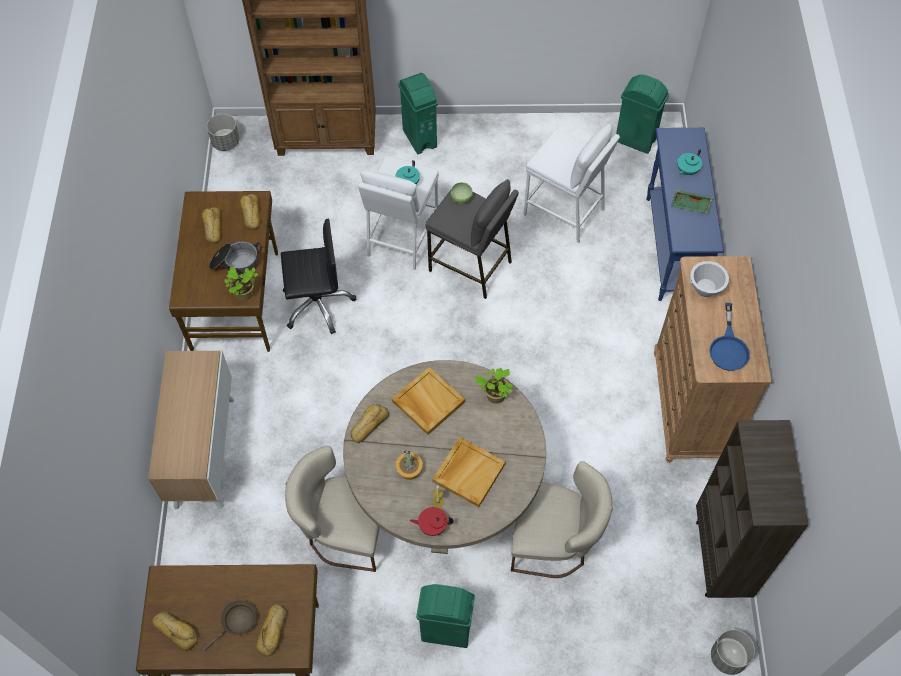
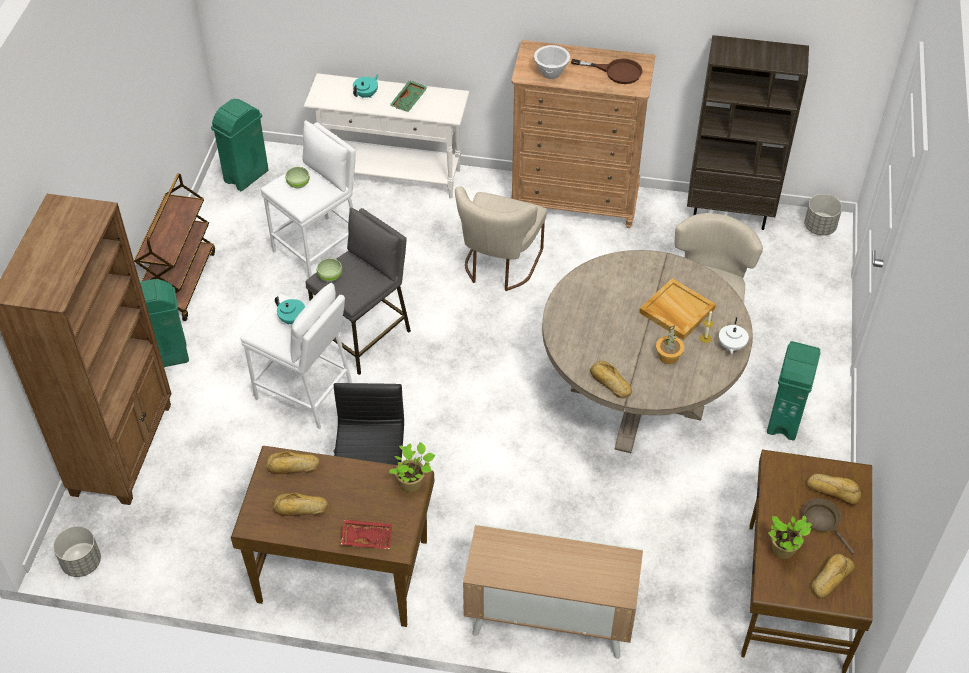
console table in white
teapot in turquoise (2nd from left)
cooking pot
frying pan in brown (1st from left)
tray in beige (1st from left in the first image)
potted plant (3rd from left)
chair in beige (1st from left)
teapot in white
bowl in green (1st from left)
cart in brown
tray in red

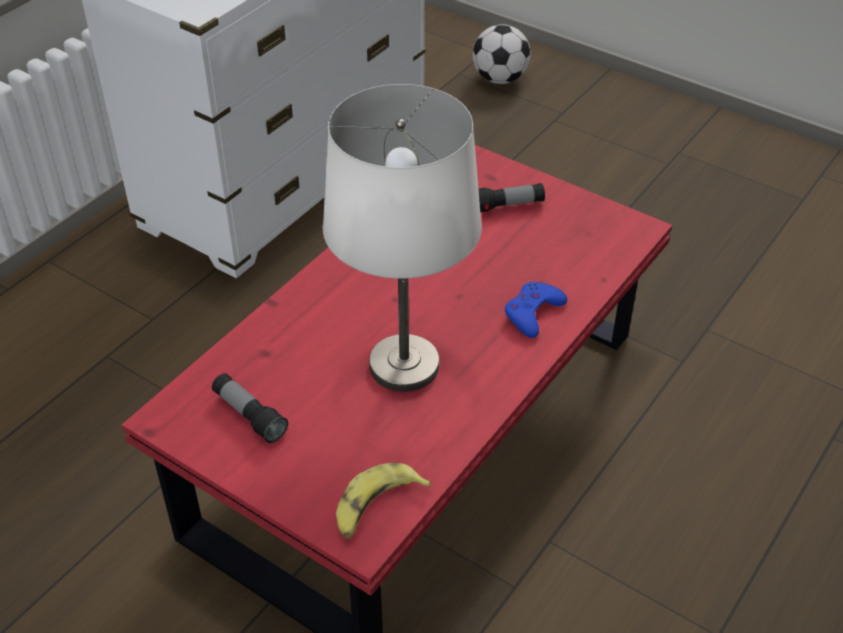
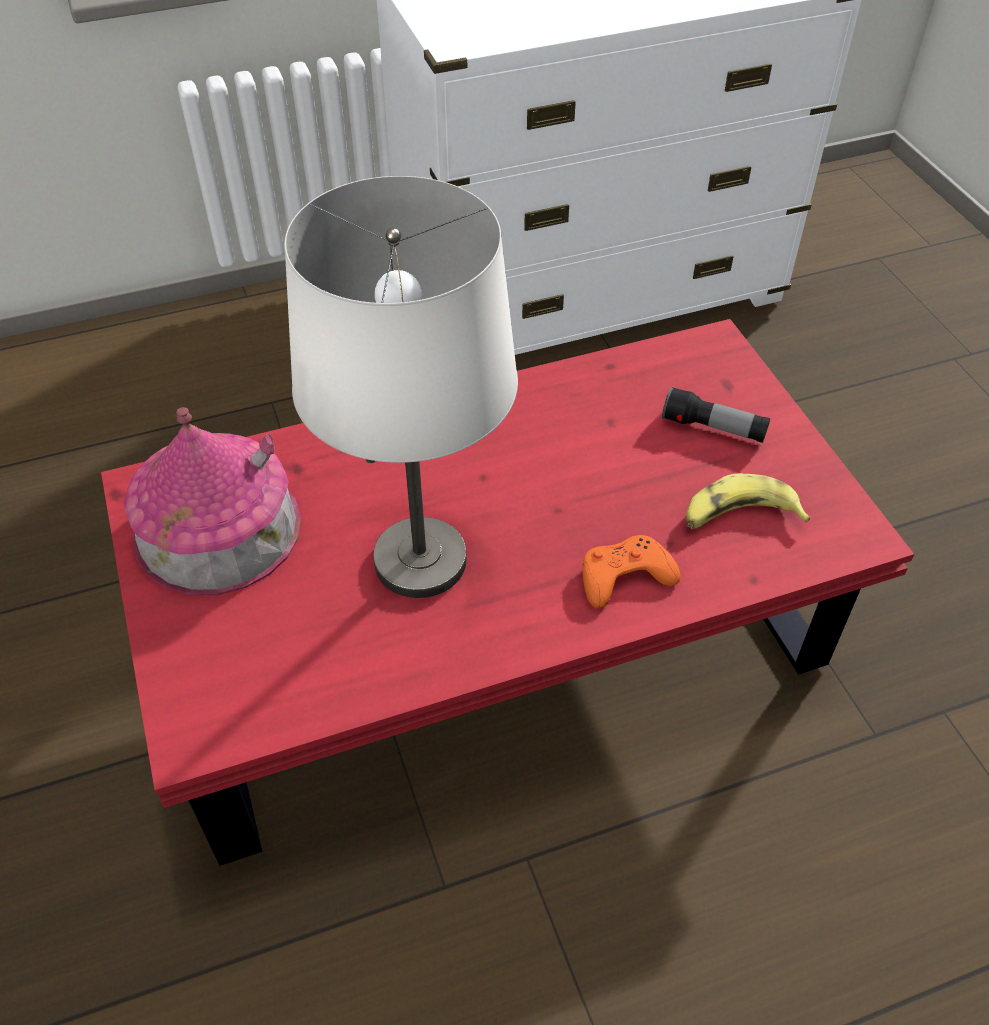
football
game controller in orange
toy house
banana

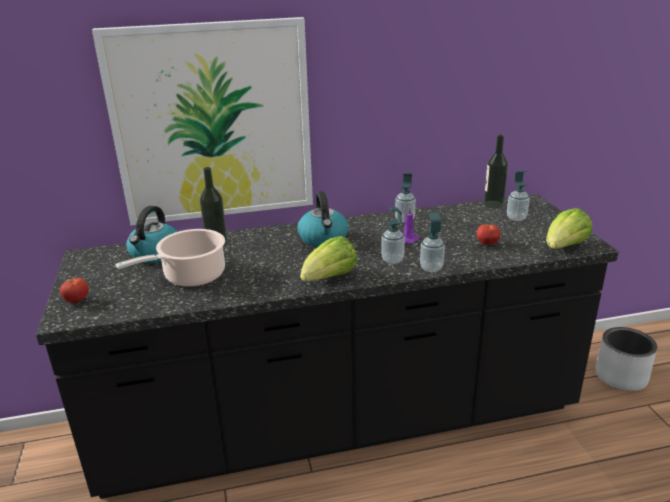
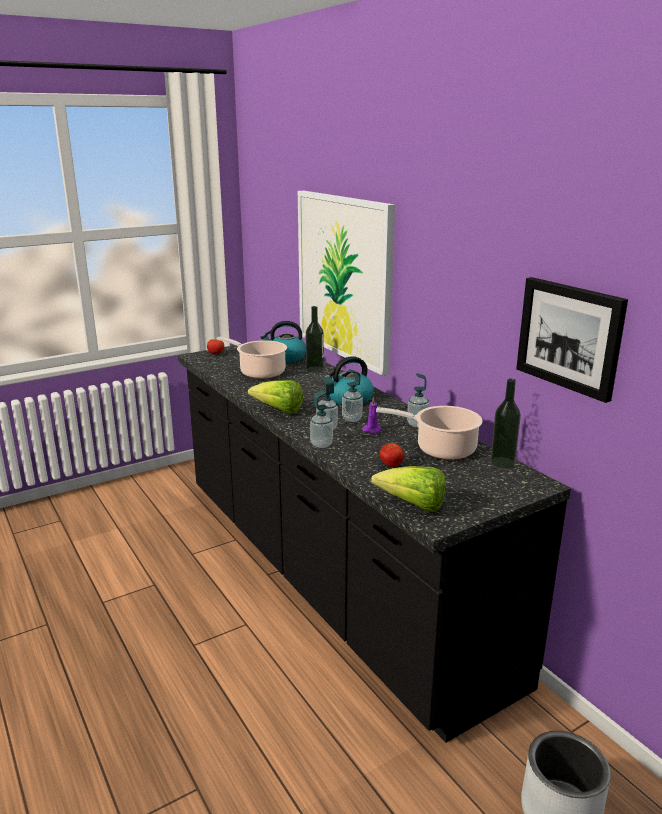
soap dispenser (3rd from left)
picture (2nd from left)
cooking pot (2nd from left)

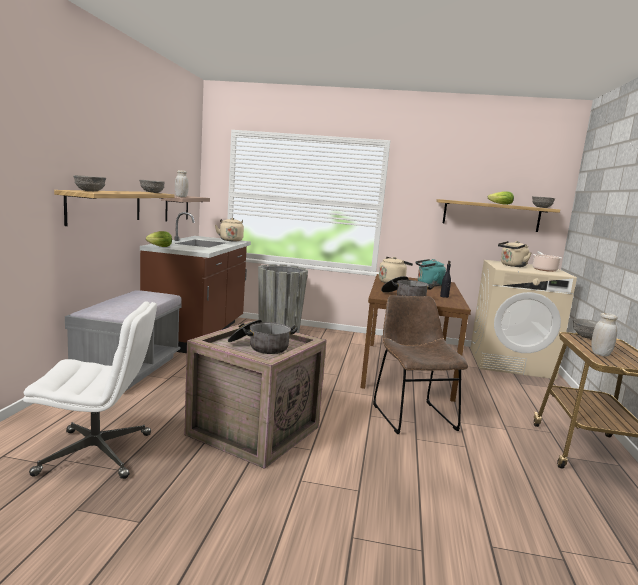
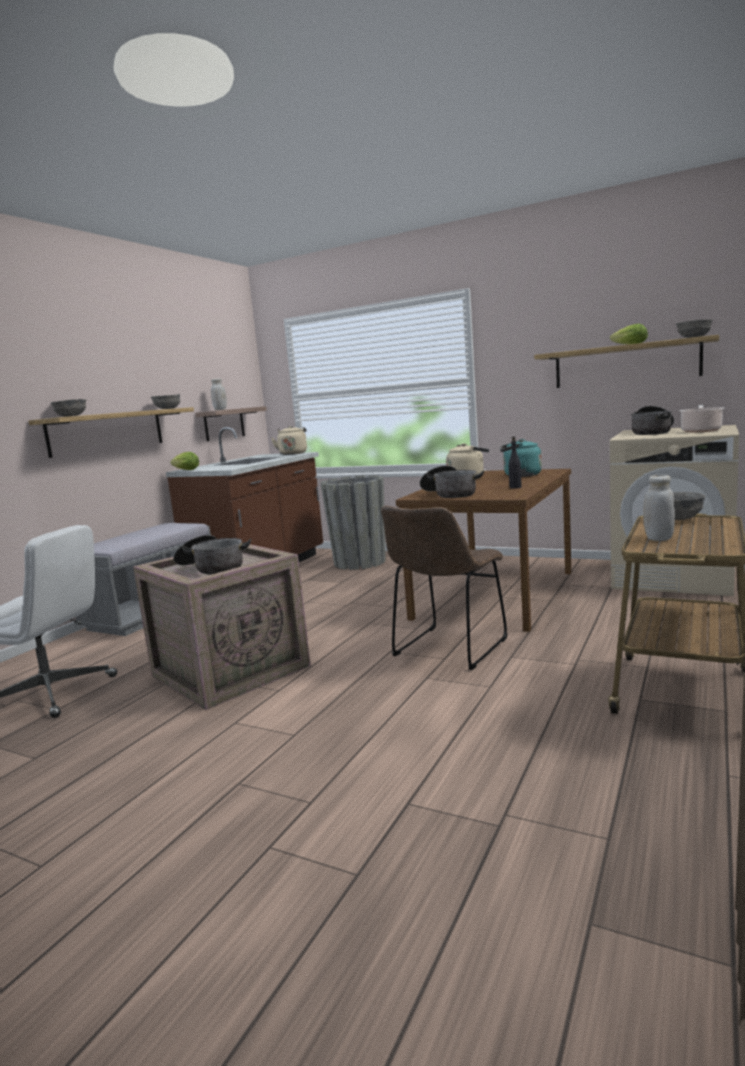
cooking pot (3rd from left)
chair in brown

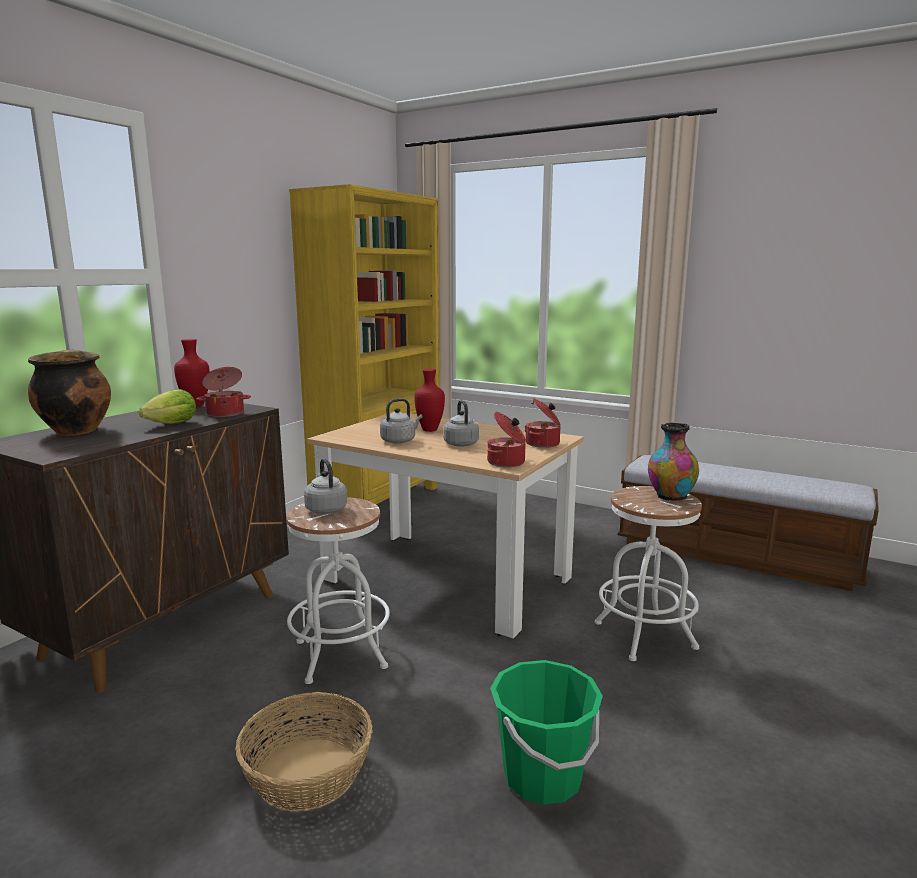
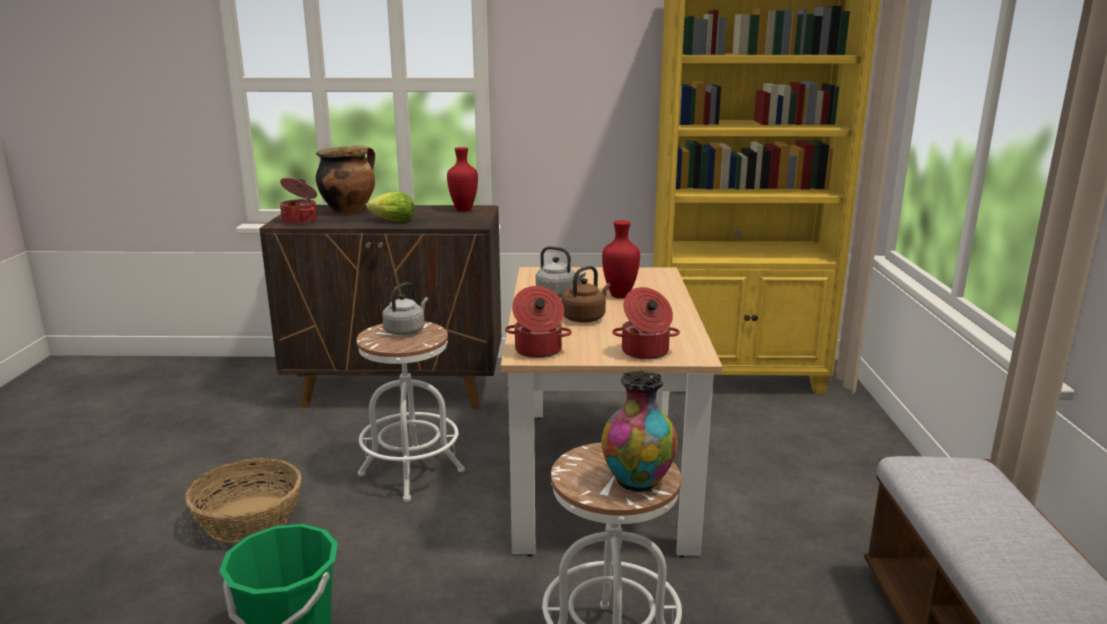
cooking pot (1st from left)
kettle in brown

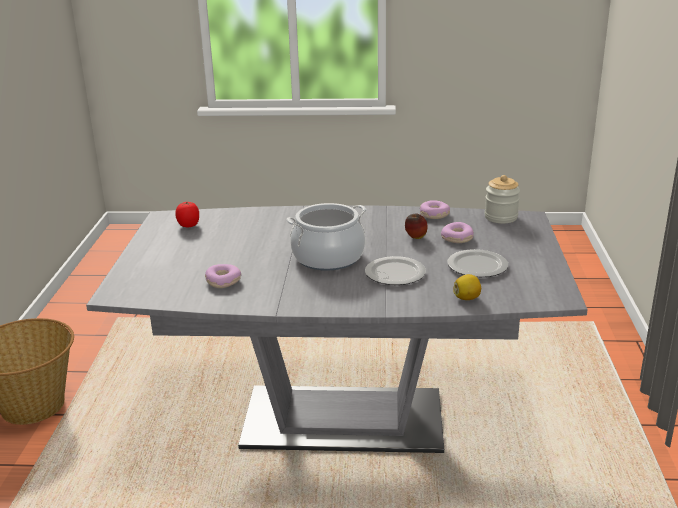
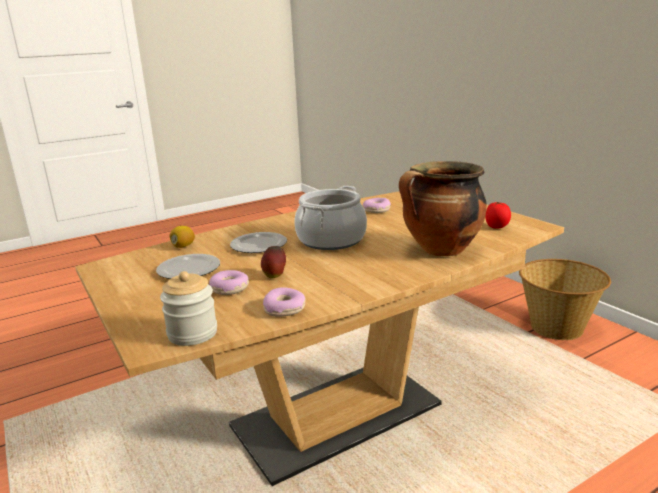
dining table in brown
cooking pot (2nd from left)

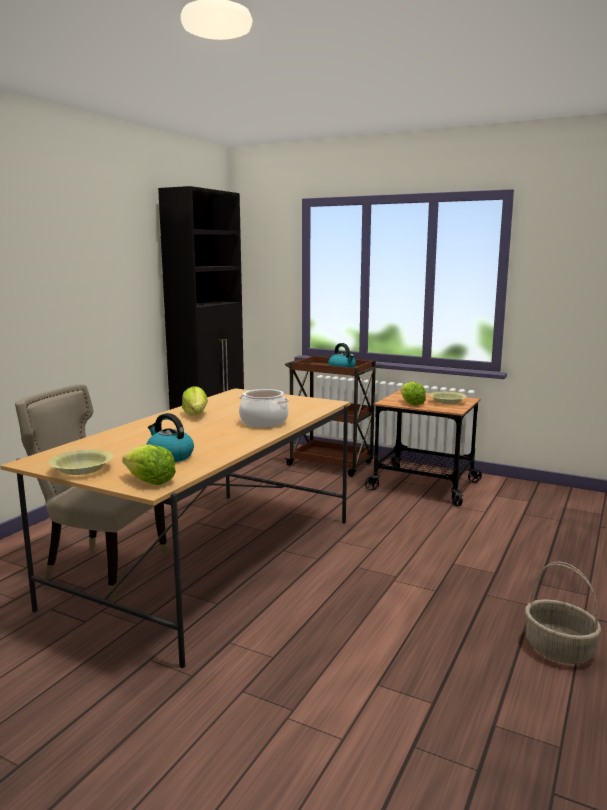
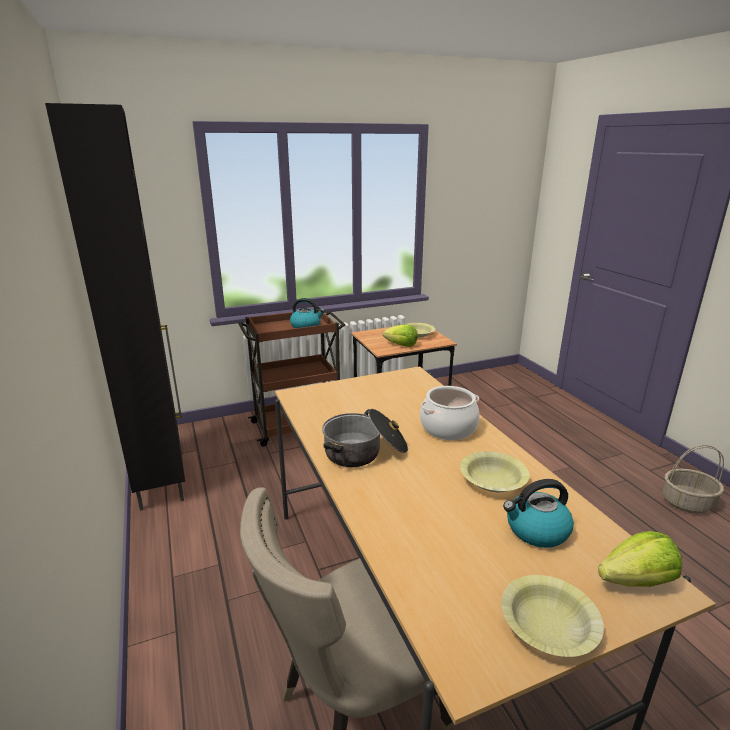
cooking pot (1st from left)
bowl in yellow (2nd from left)

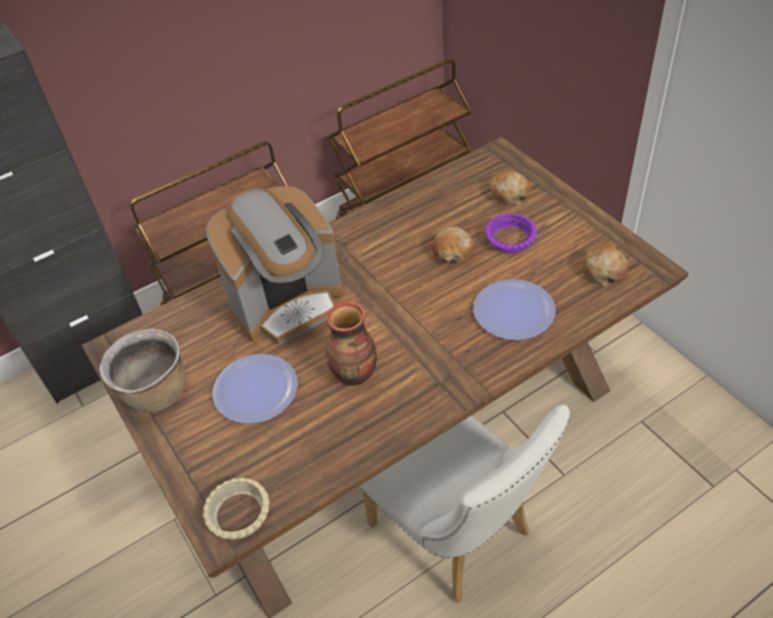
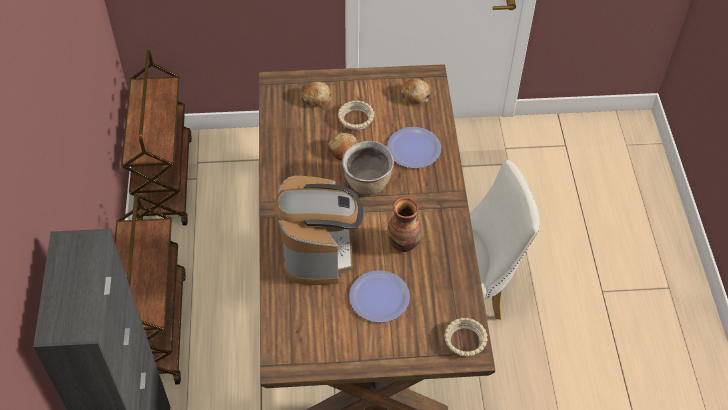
bowl in beige (1st from left)
cooking pot in brown

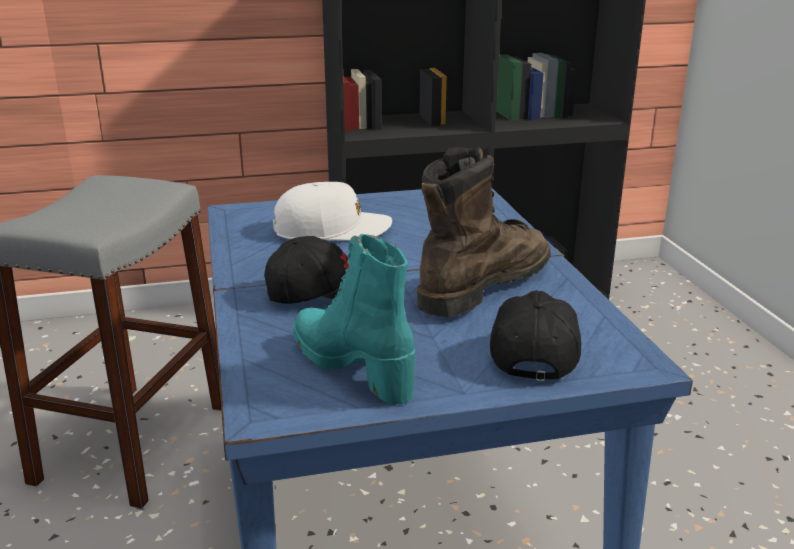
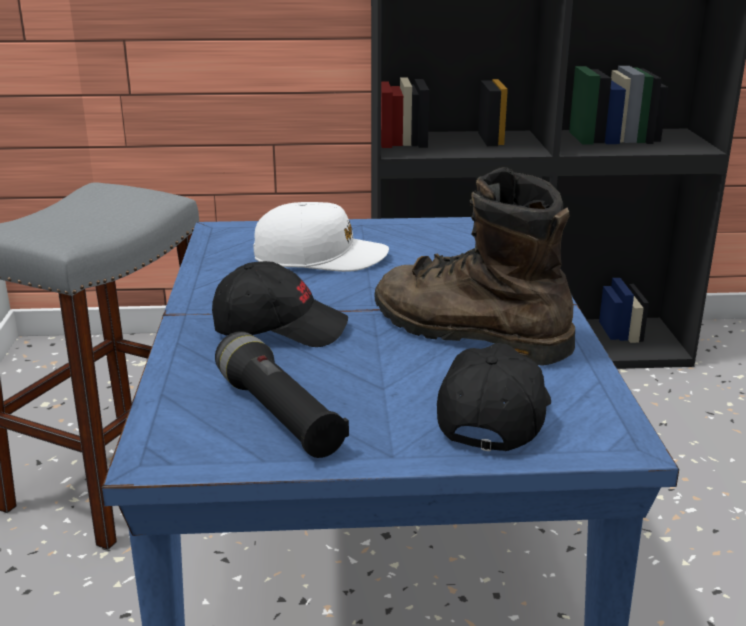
boot in brown
flashlight in black

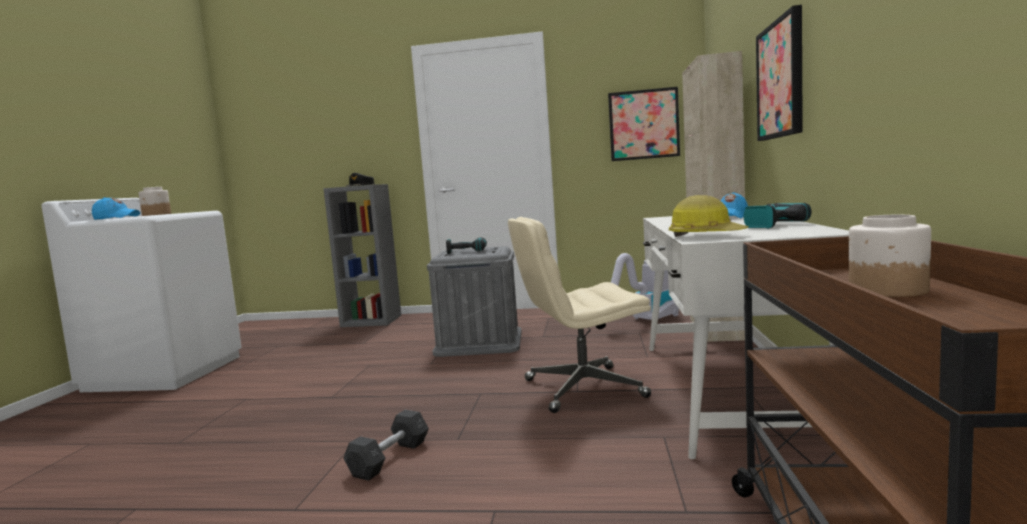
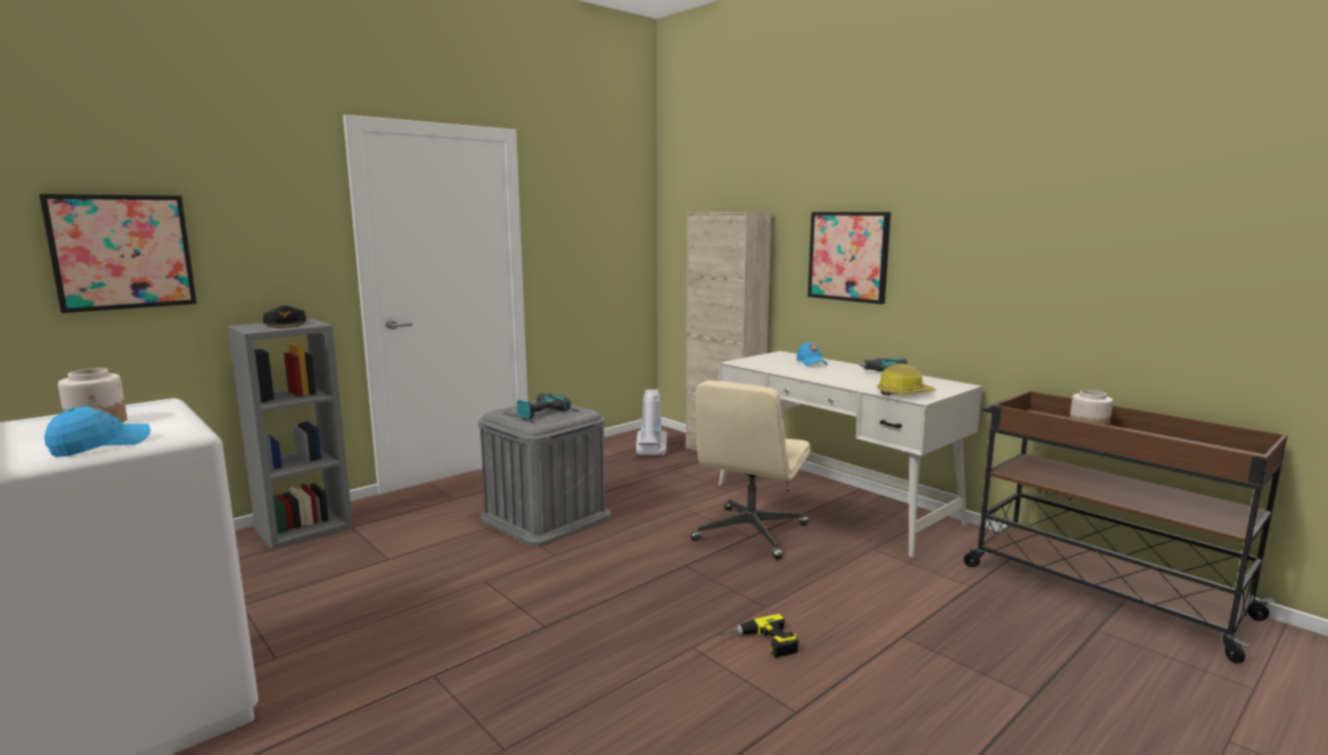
picture (1st from left)
power drill (2nd from left)

